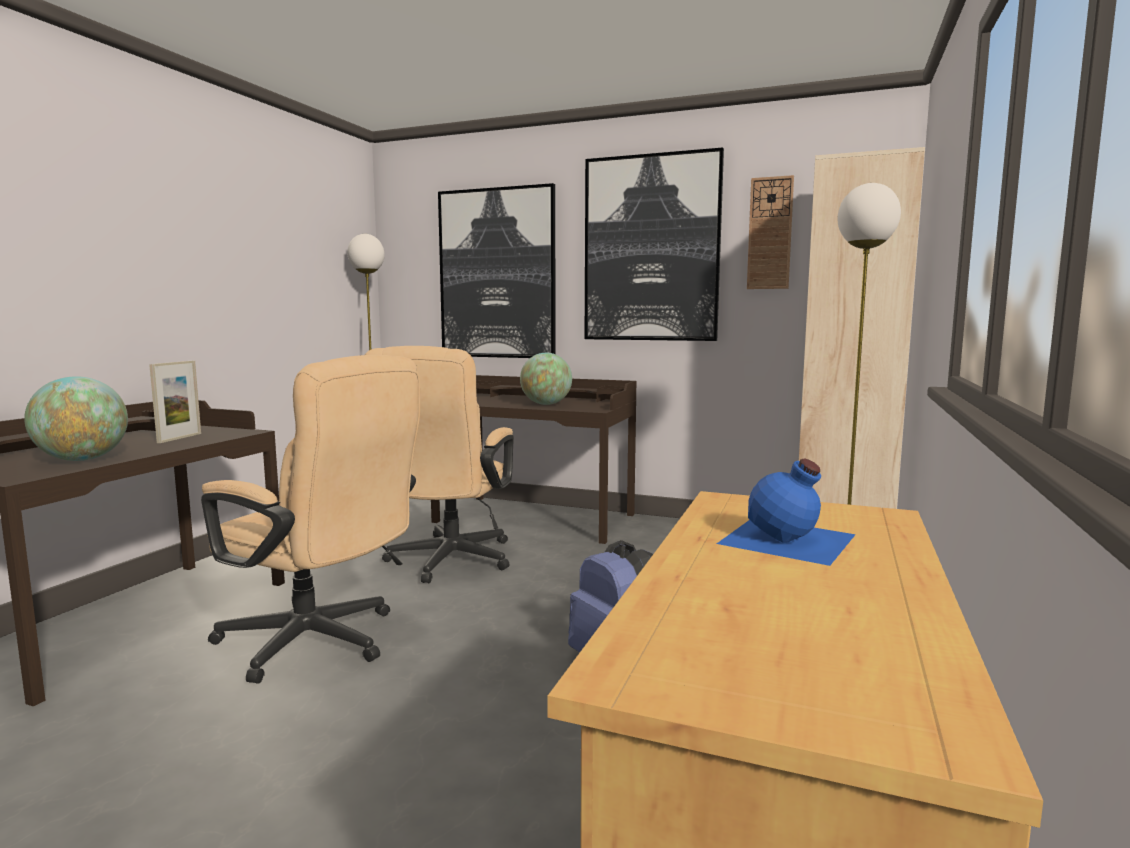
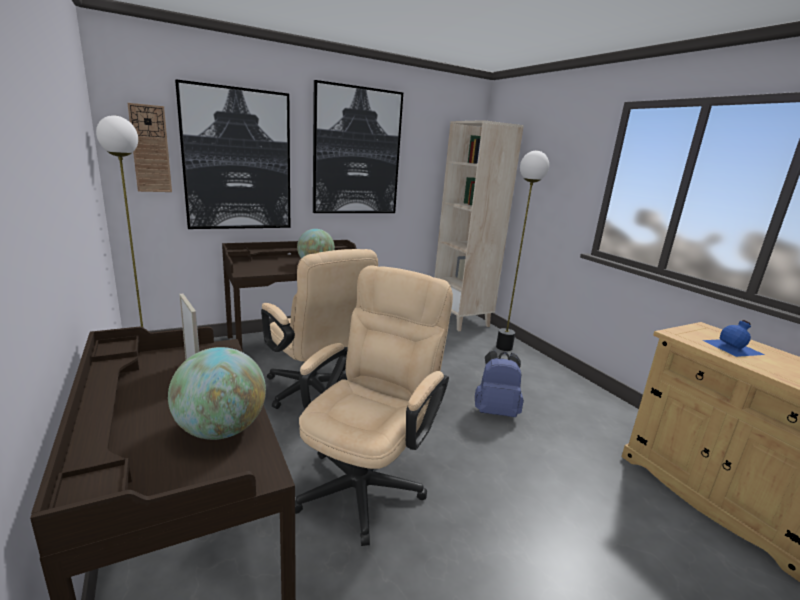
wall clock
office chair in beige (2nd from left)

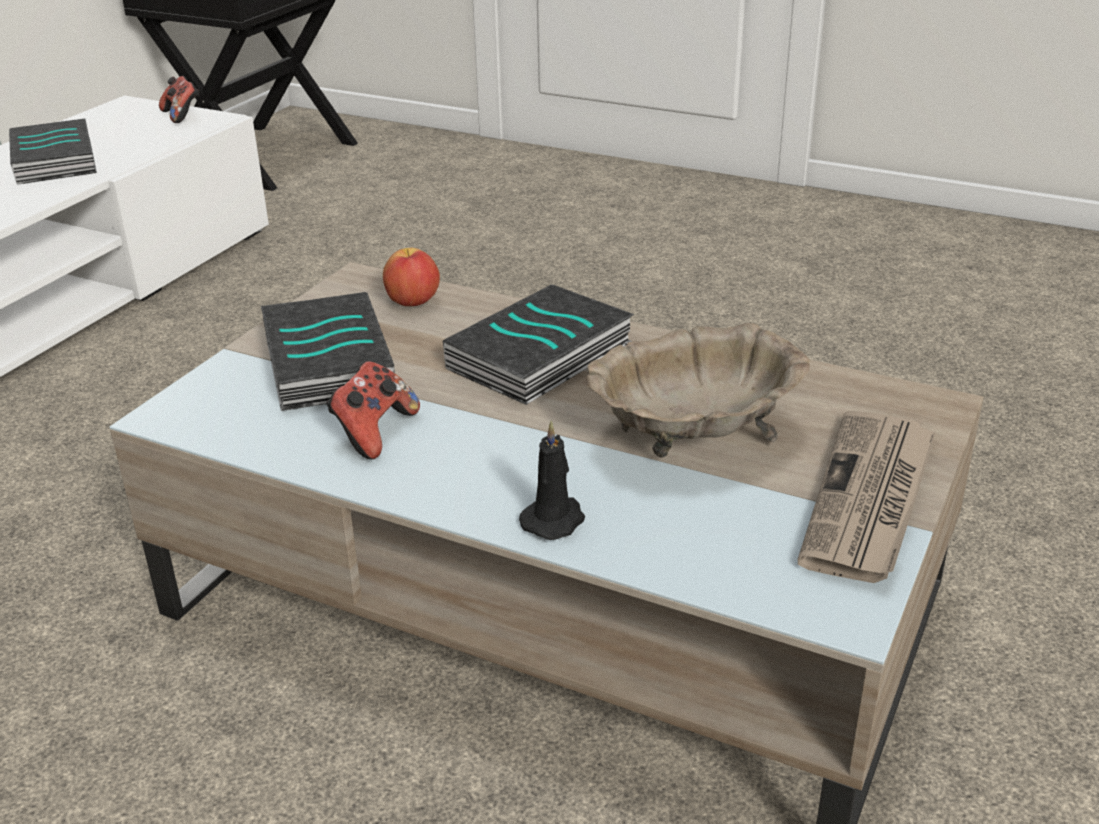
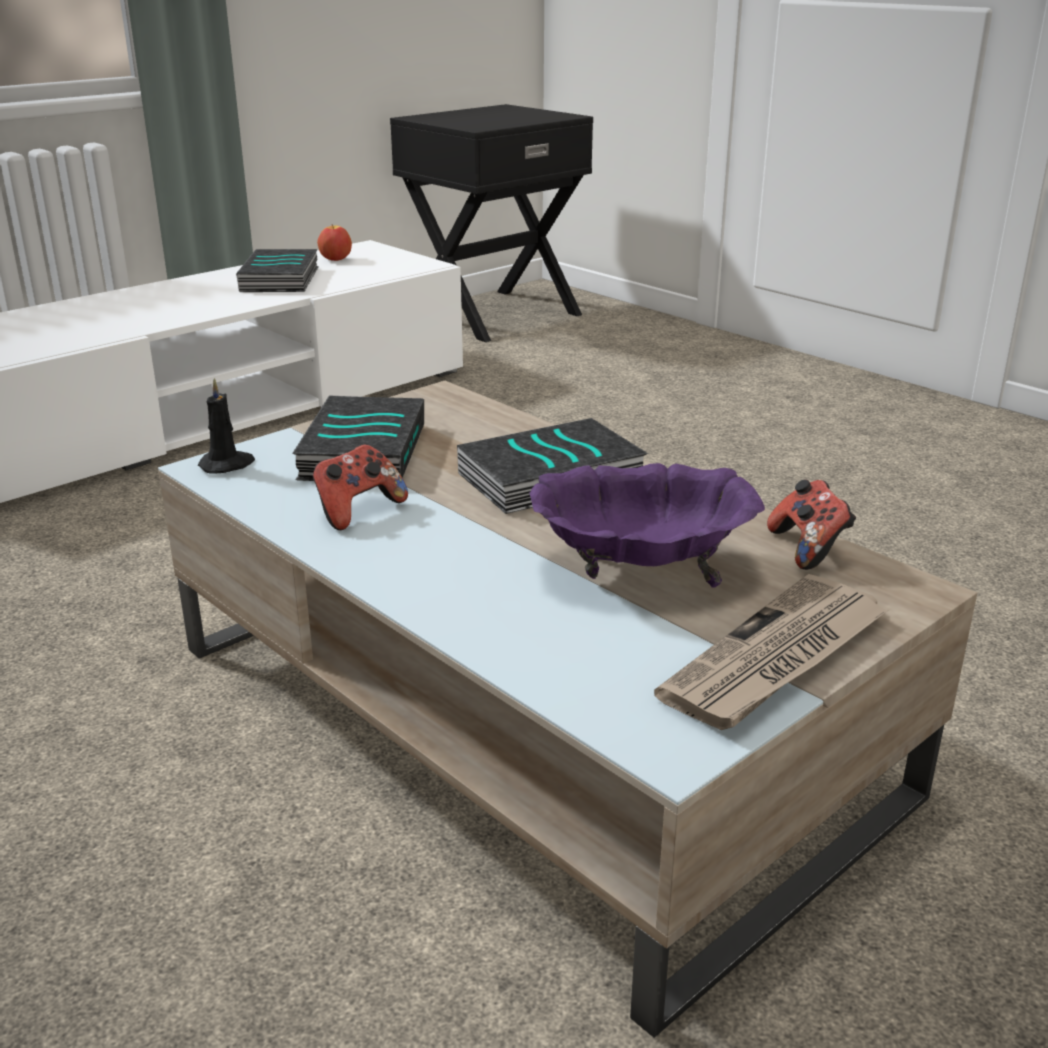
game controller (2nd from left)
apple
bowl in purple
candle in black

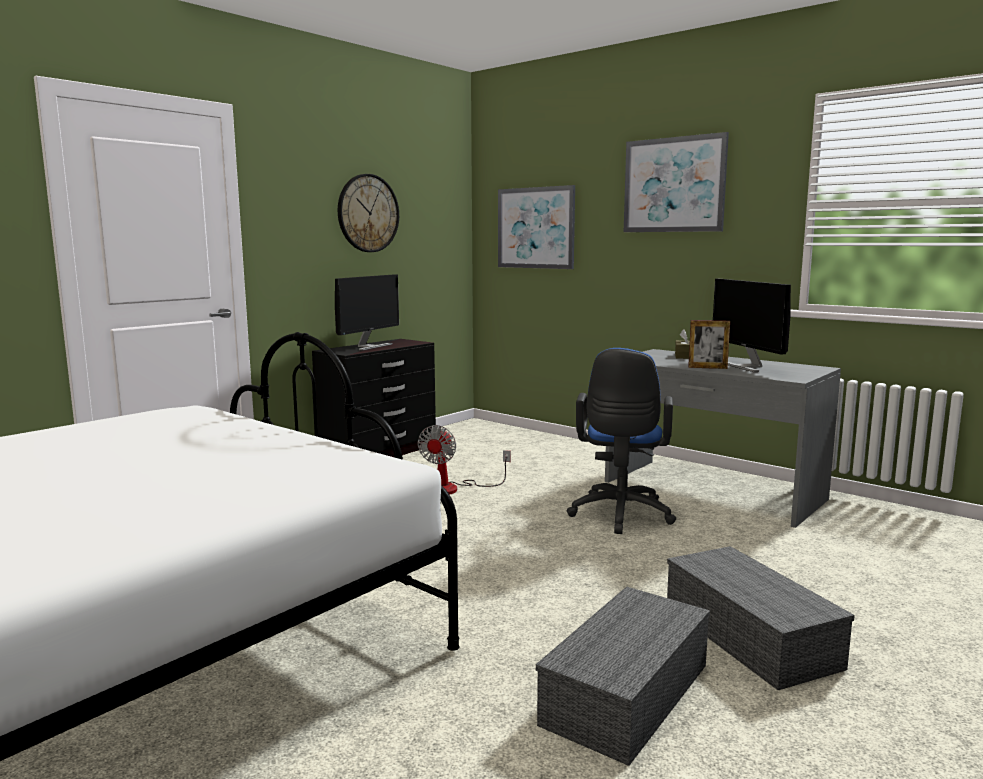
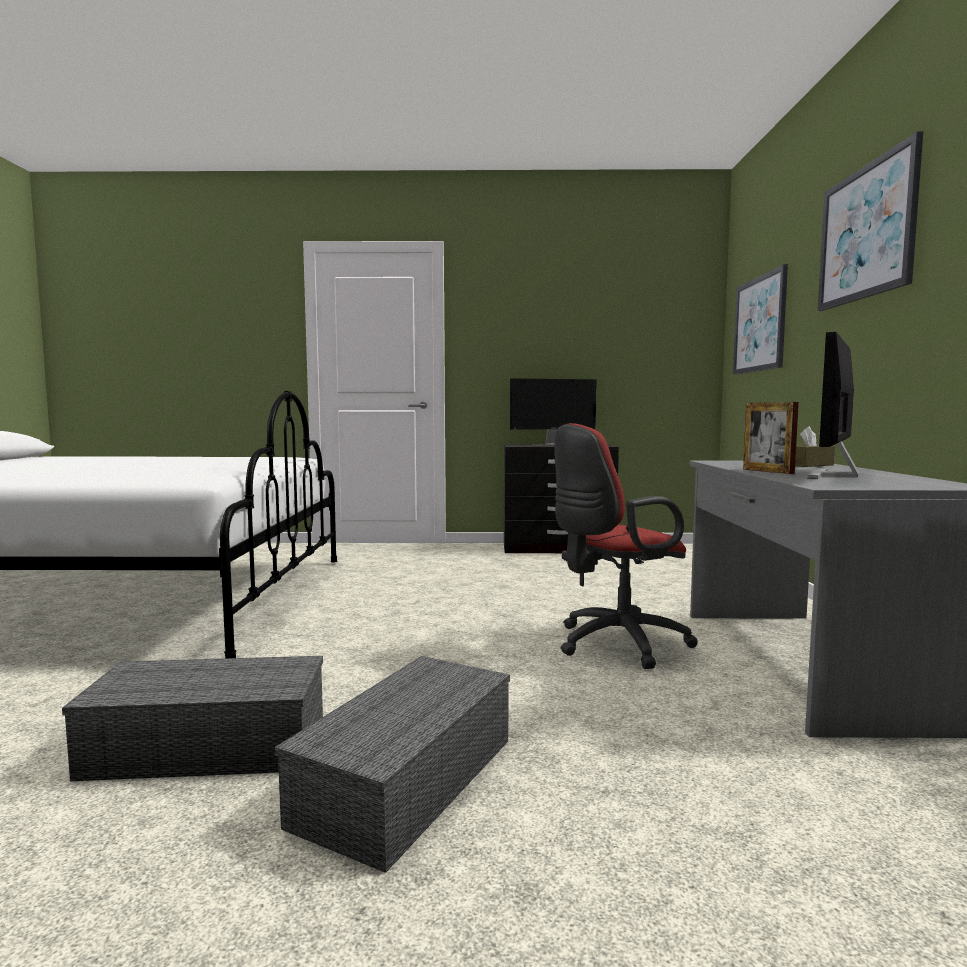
wall clock
office chair in red
fan

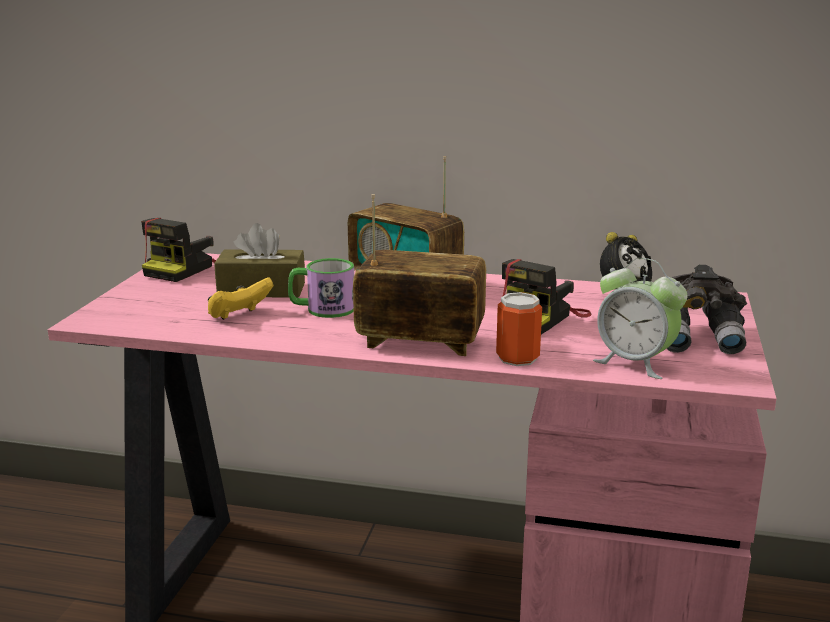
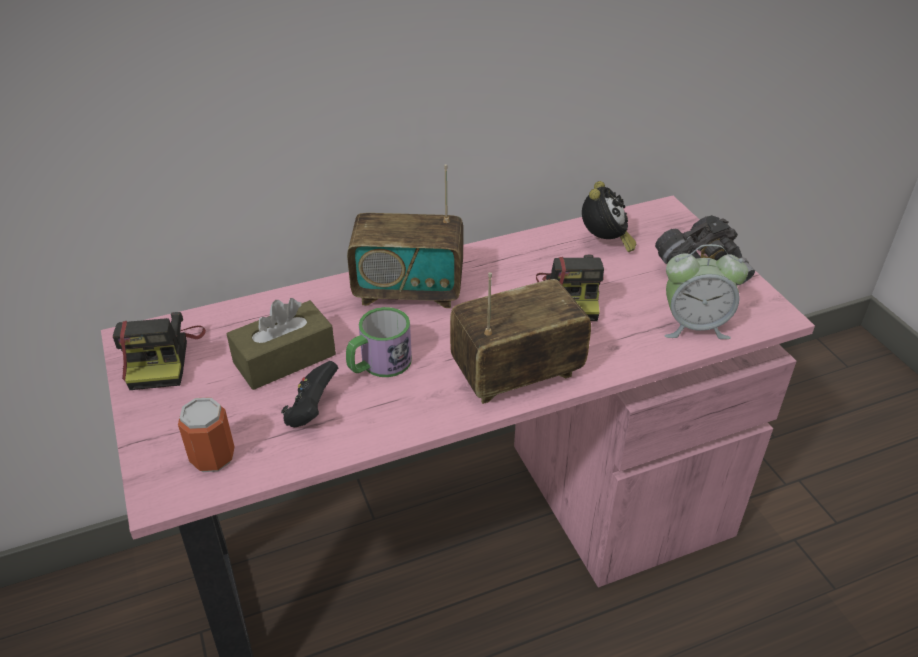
game controller in black
can

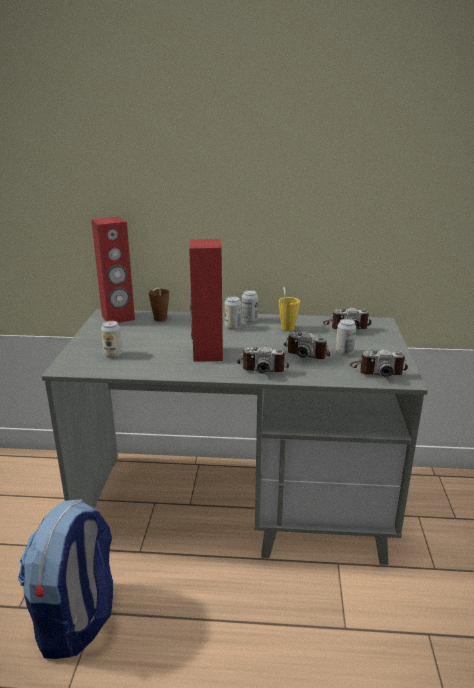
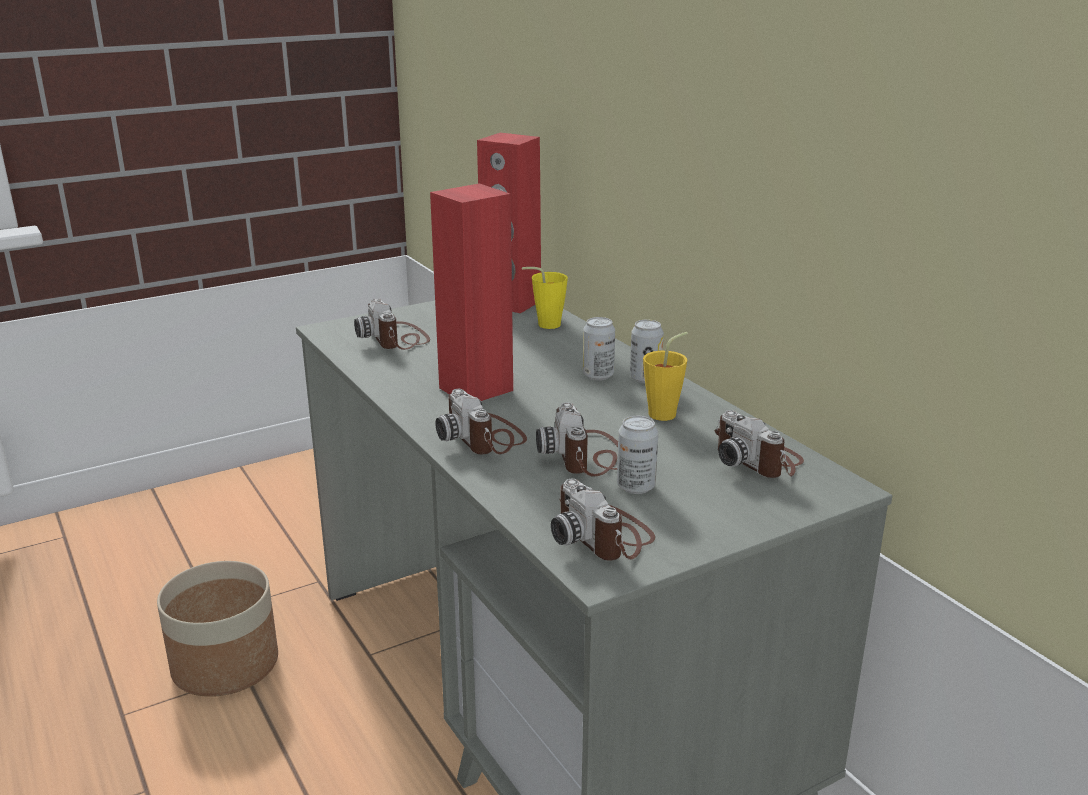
cup in yellow (1st from left)
photo camera (1st from left)
planter

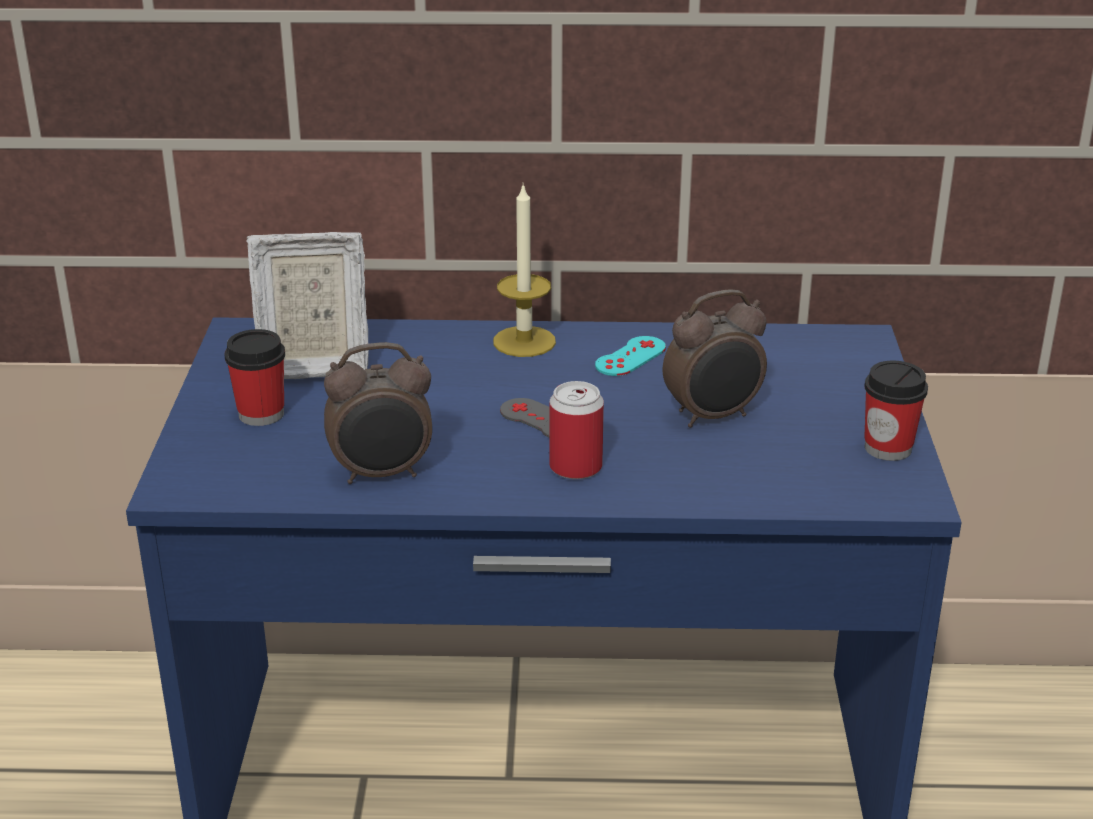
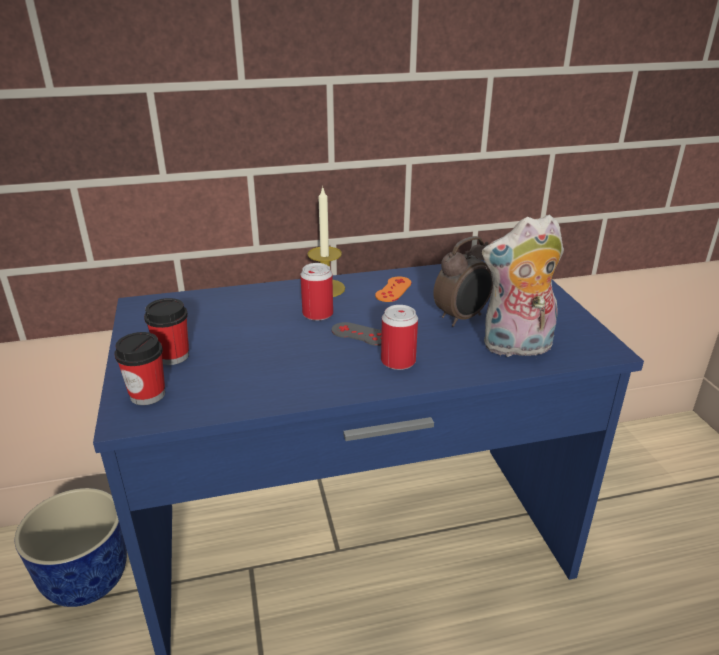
picture frame
game controller in orange
alarm clock (1st from left in the first image)
cup (1st from left)
plush toy
can (1st from left)
planter

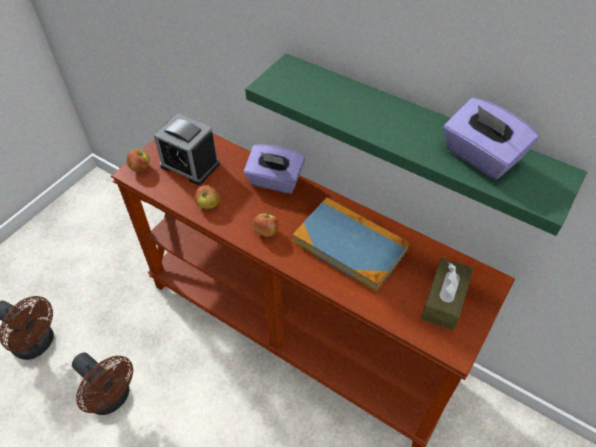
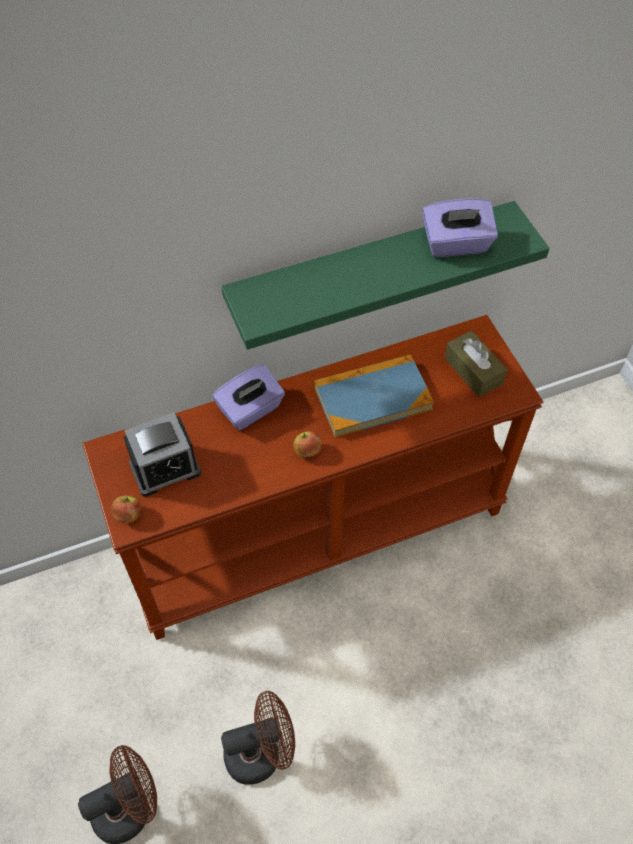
apple (2nd from left in the first image)

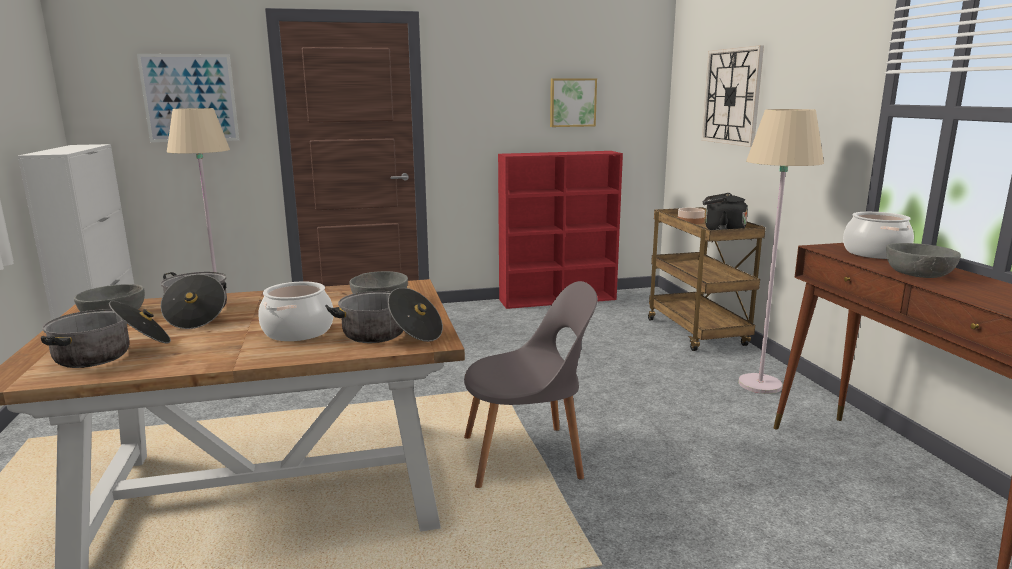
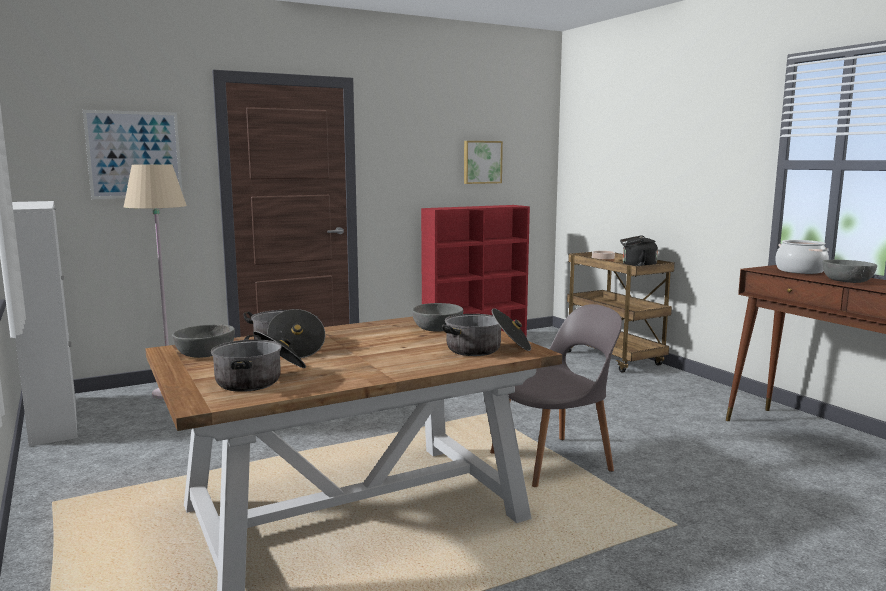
wall clock
floor lamp in beige (2nd from left in the first image)
cooking pot (3rd from left in the first image)

